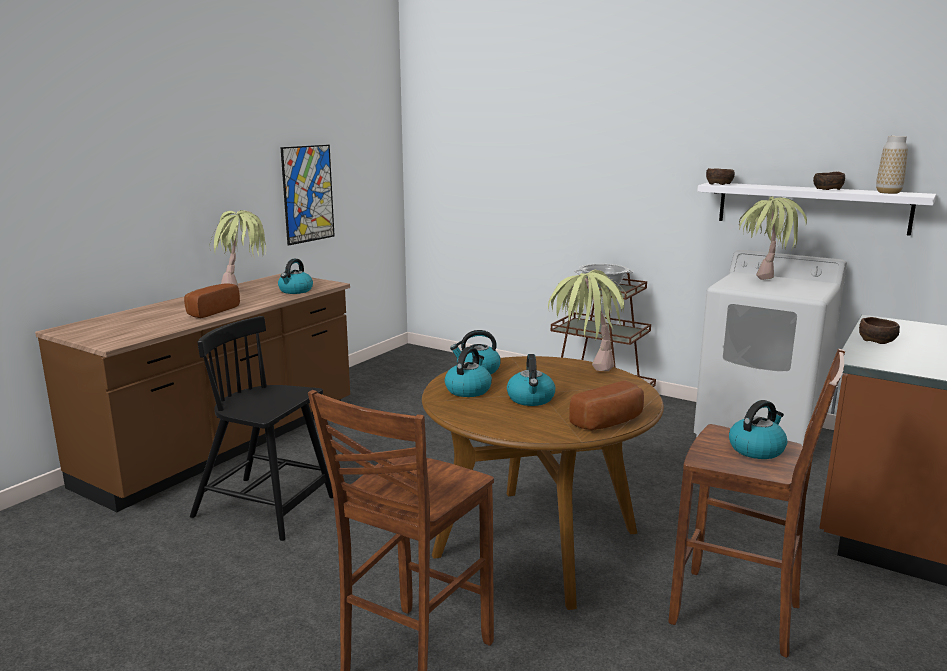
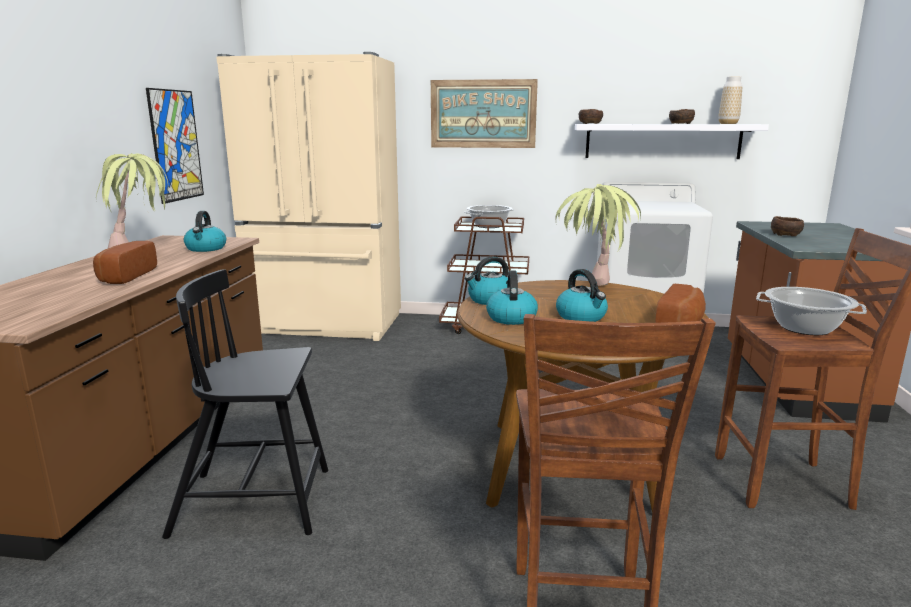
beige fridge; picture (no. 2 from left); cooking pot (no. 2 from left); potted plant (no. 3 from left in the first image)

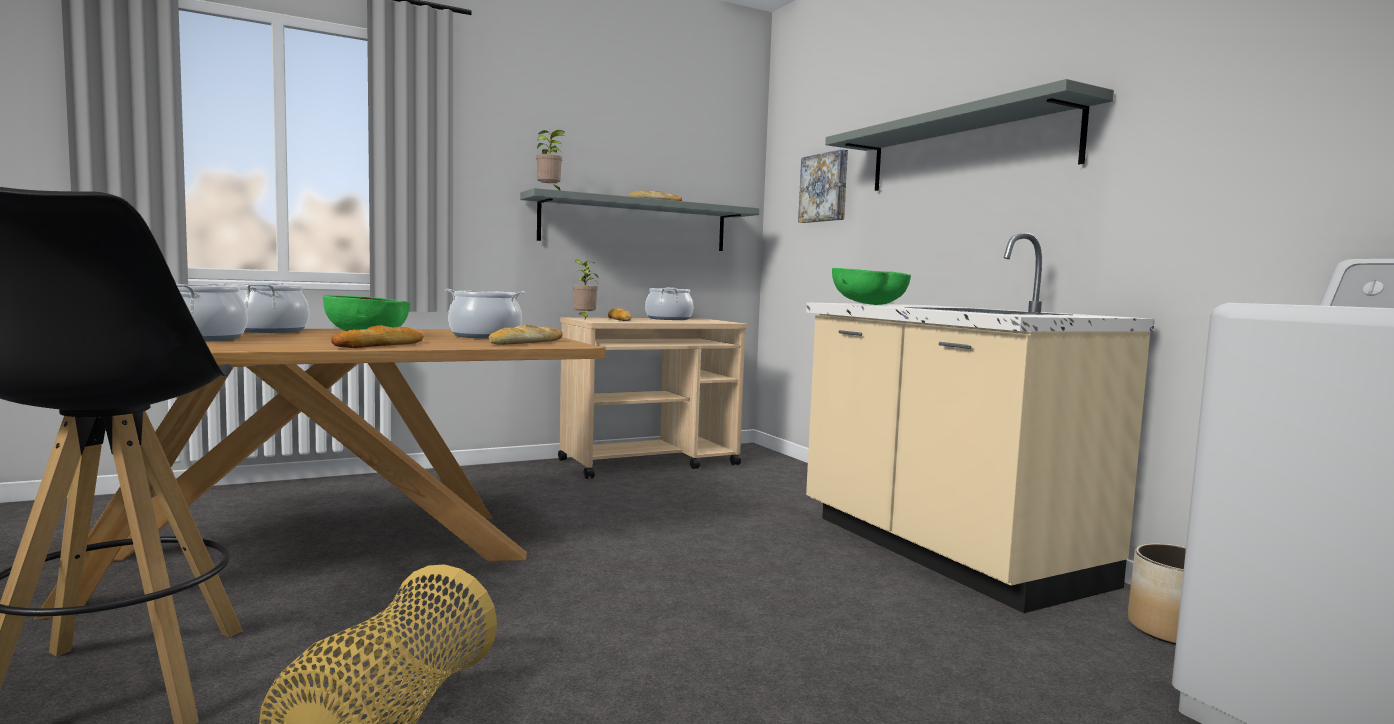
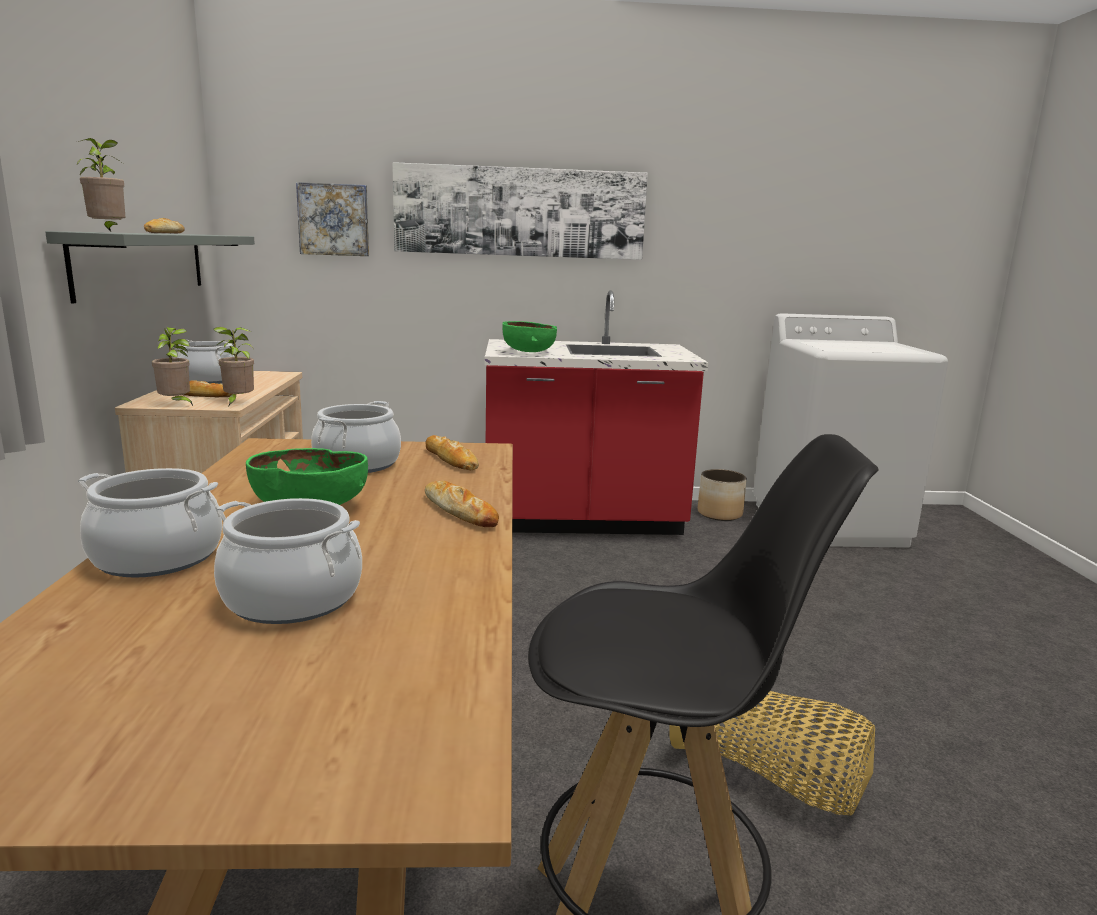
potted plant (no. 3 from left); picture (no. 2 from left); red counter

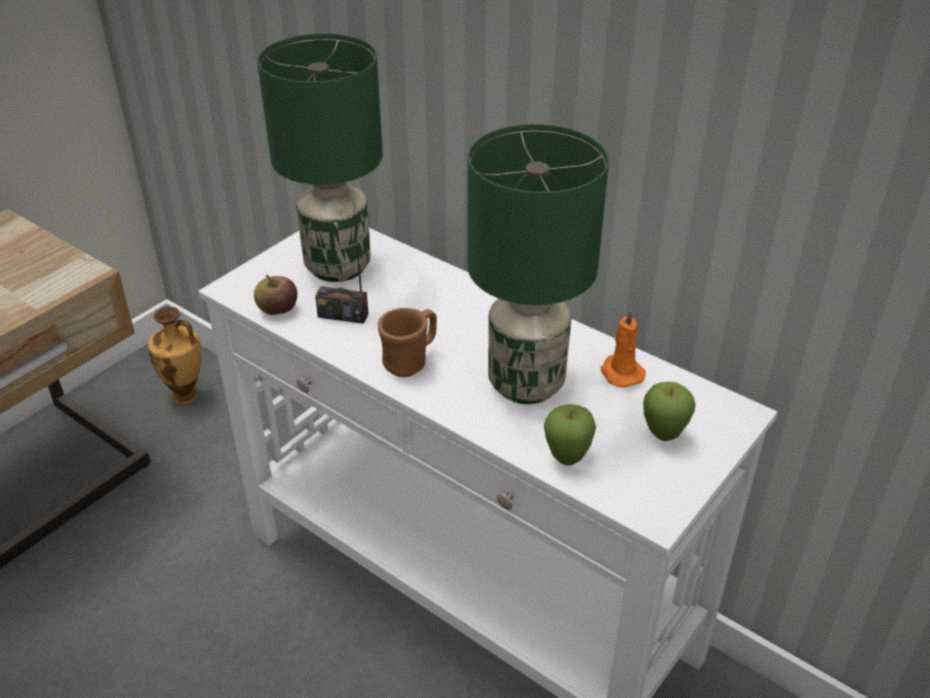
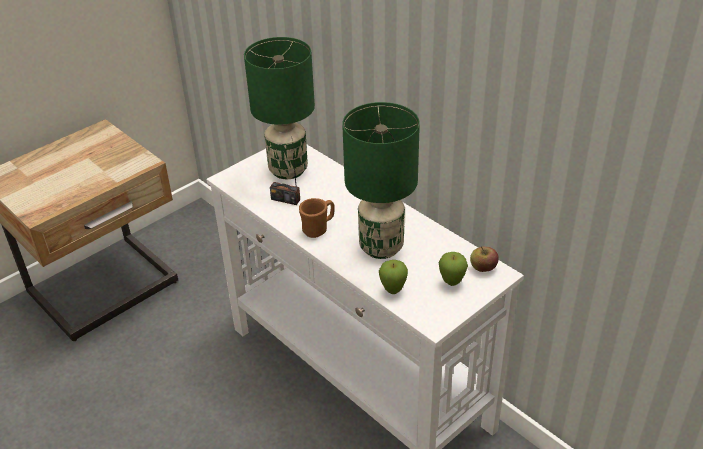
apple (no. 3 from left); vase; orange candle

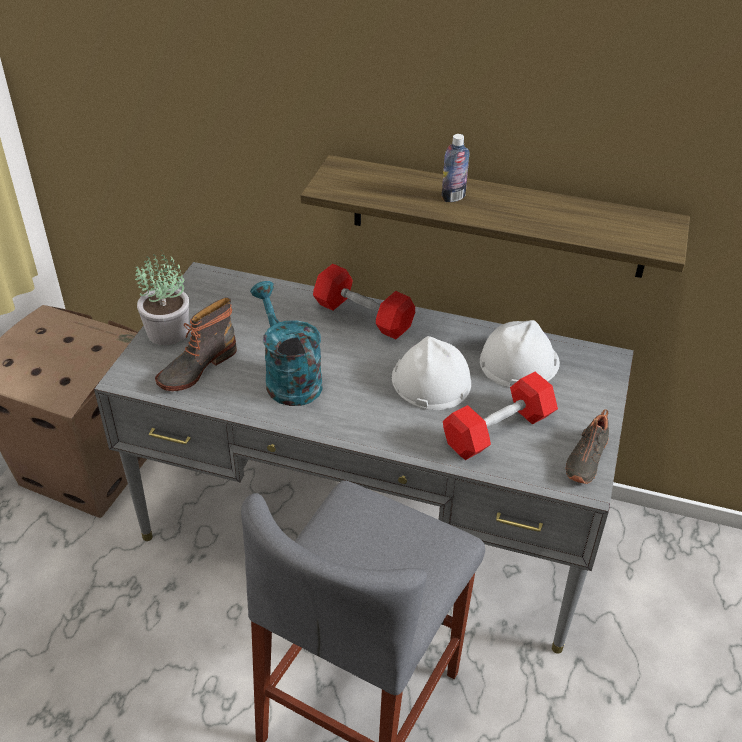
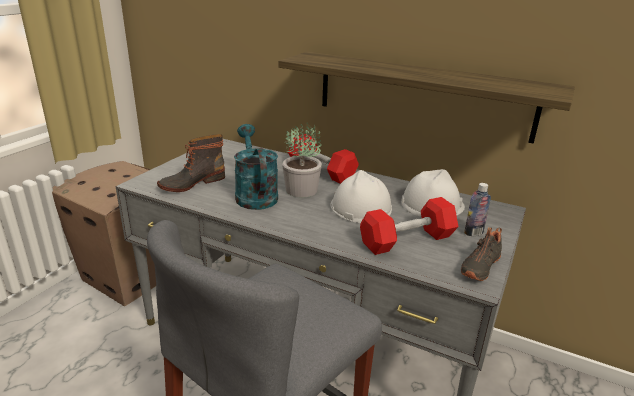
potted plant; bottle

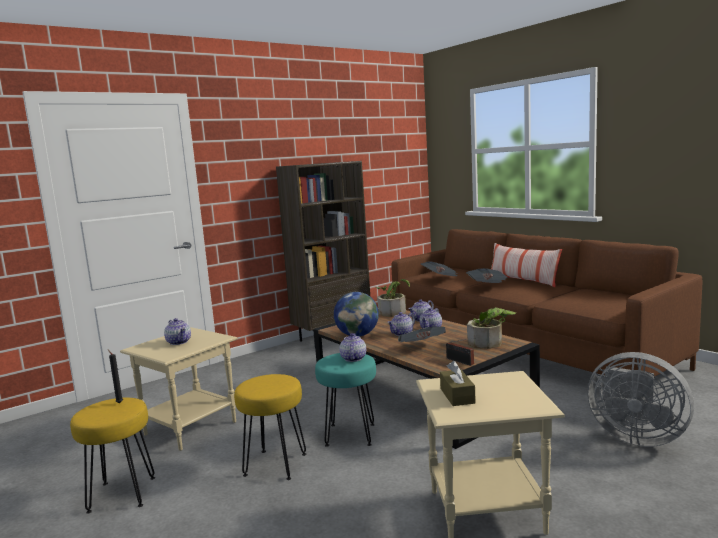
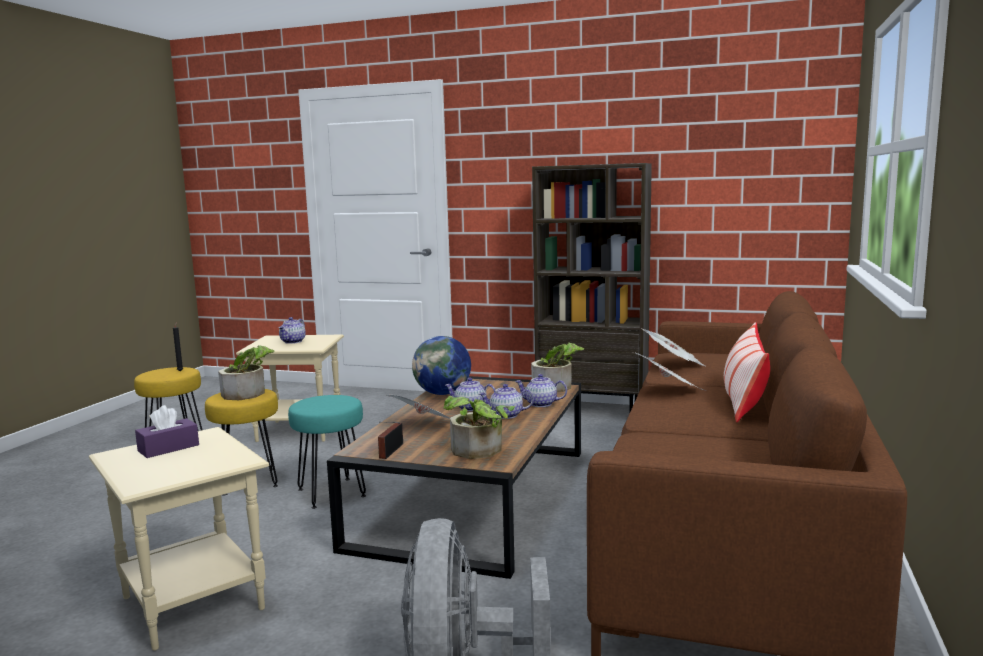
purple tissue box; potted plant (no. 1 from left); teapot (no. 2 from left in the first image)

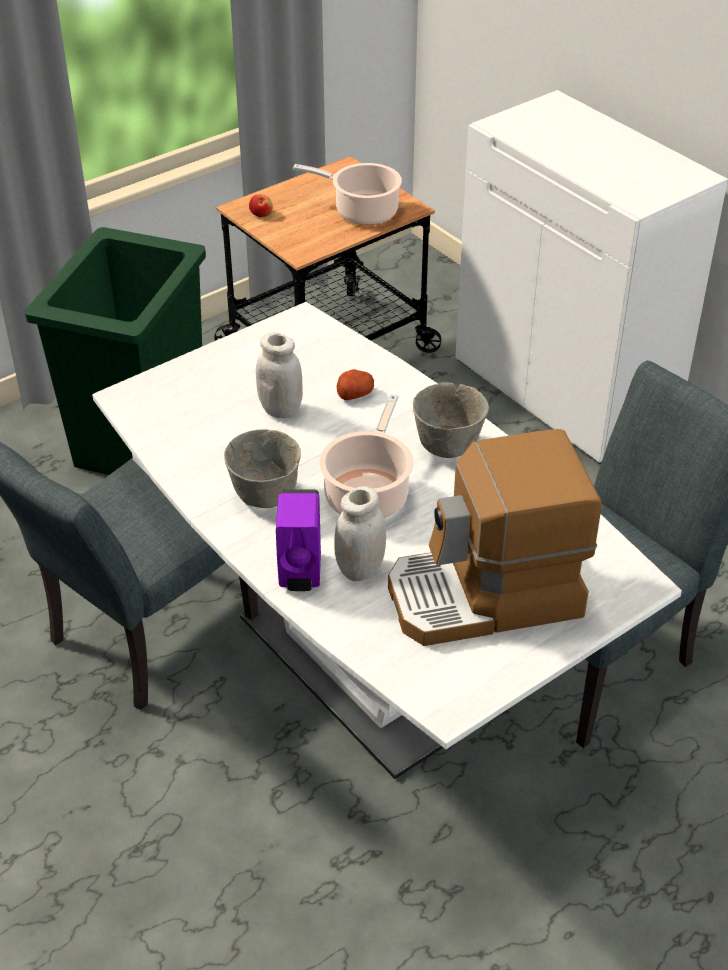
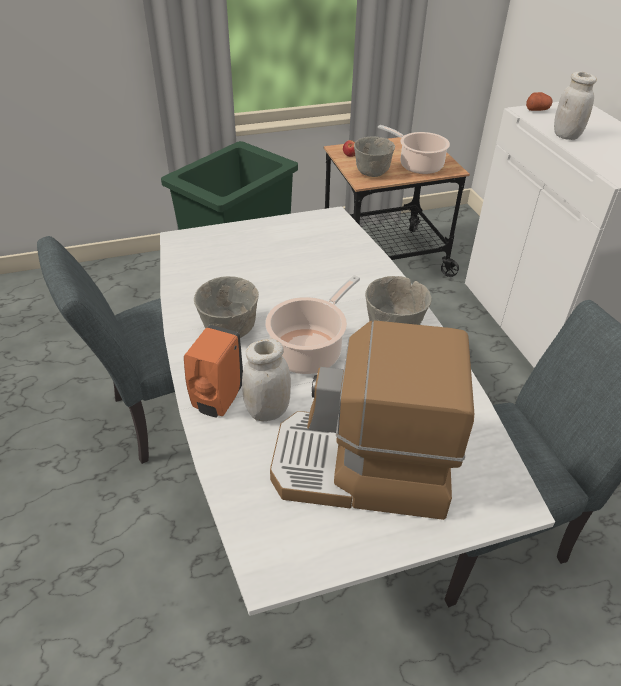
orange soap dispenser; grey bowl (no. 2 from left); potato; white jar (no. 2 from left)

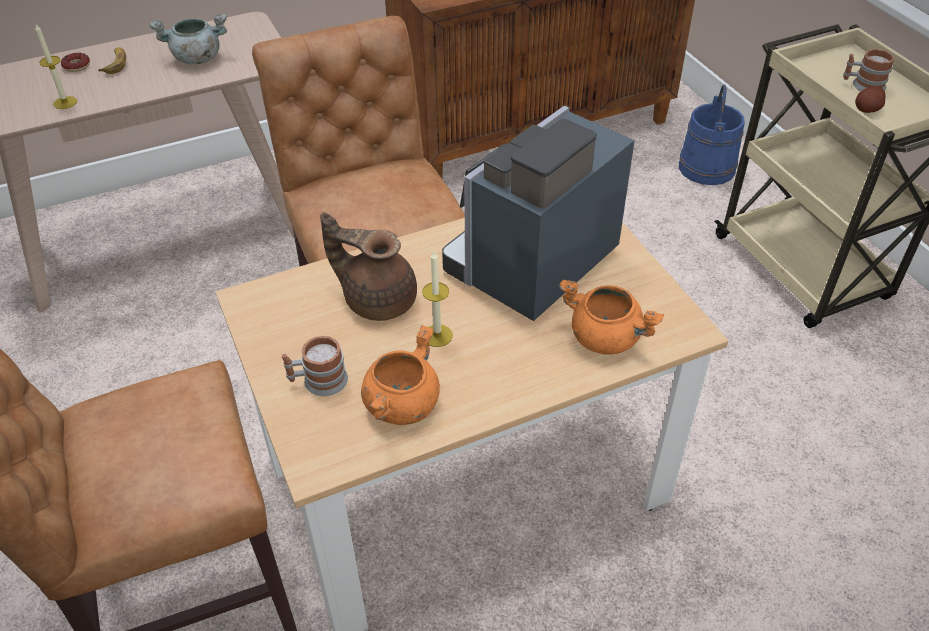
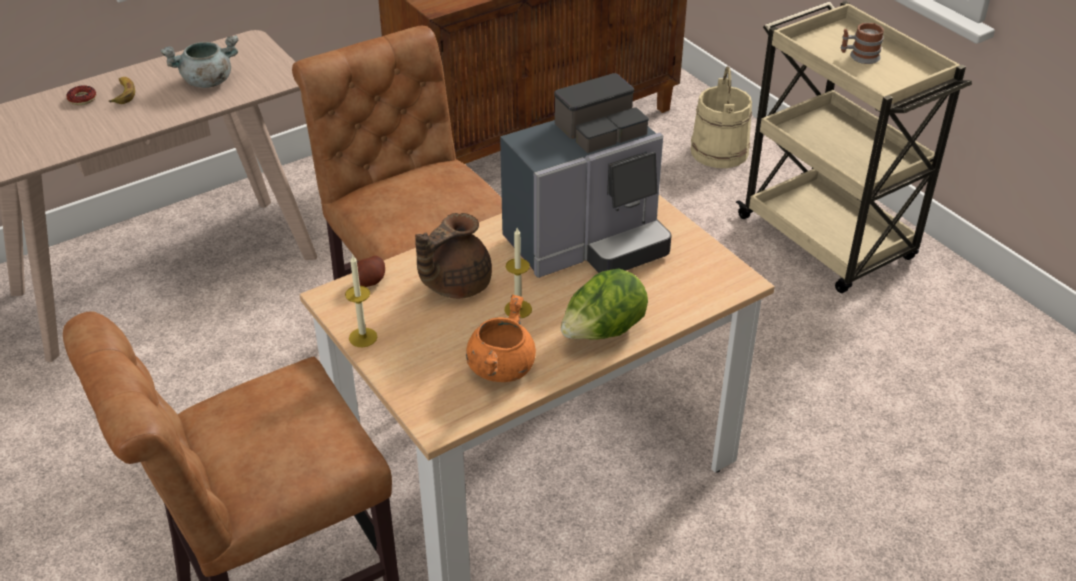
candle (no. 1 from left); potato; brown teapot; coffee machine; lettuce; beige bucket; mug (no. 1 from left in the first image); orange cooking pot (no. 2 from left in the first image)

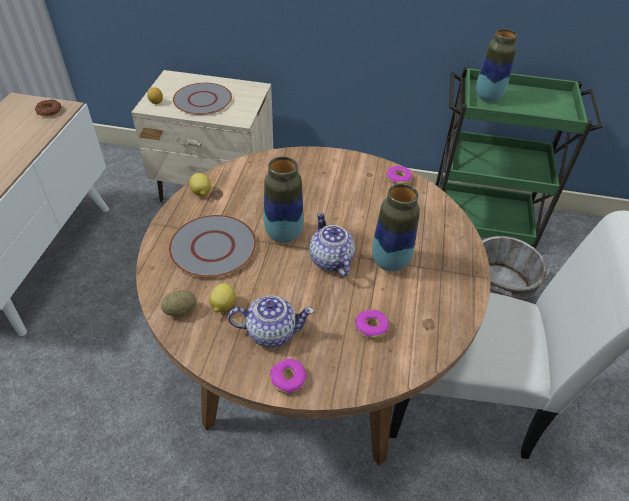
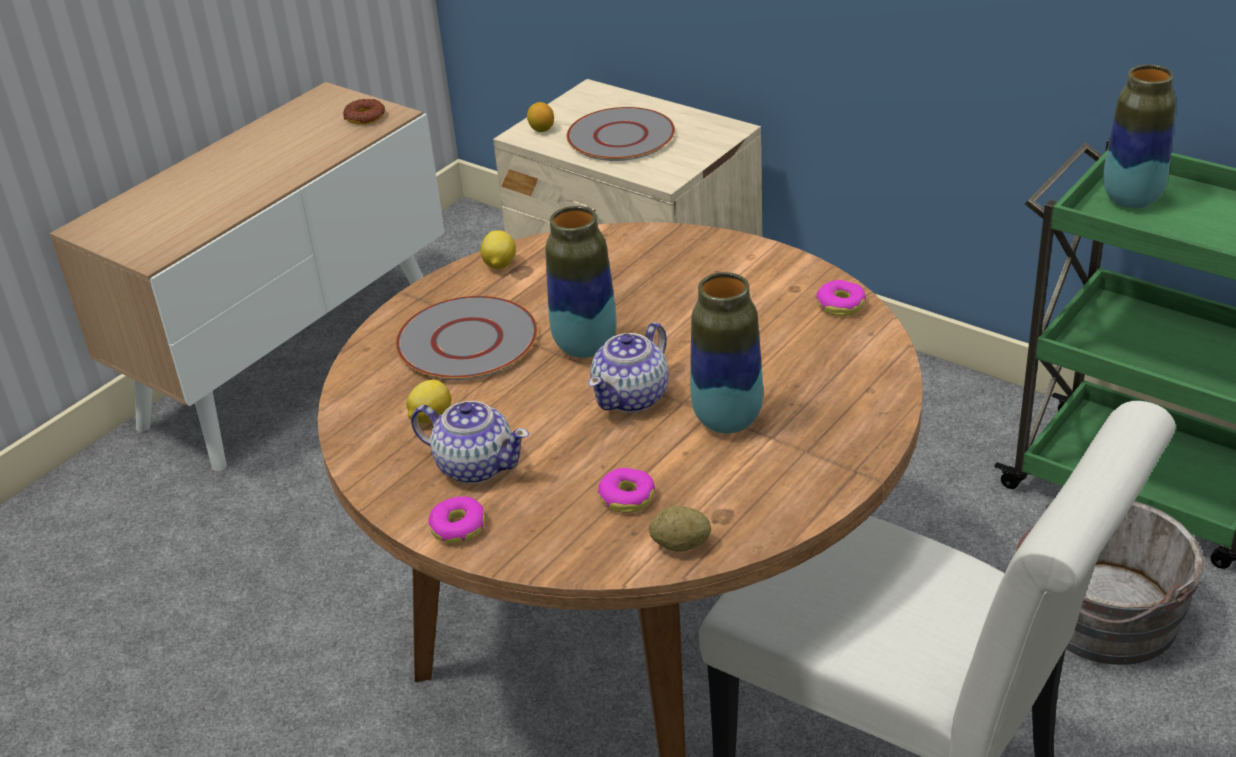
teapot (no. 2 from left); potato

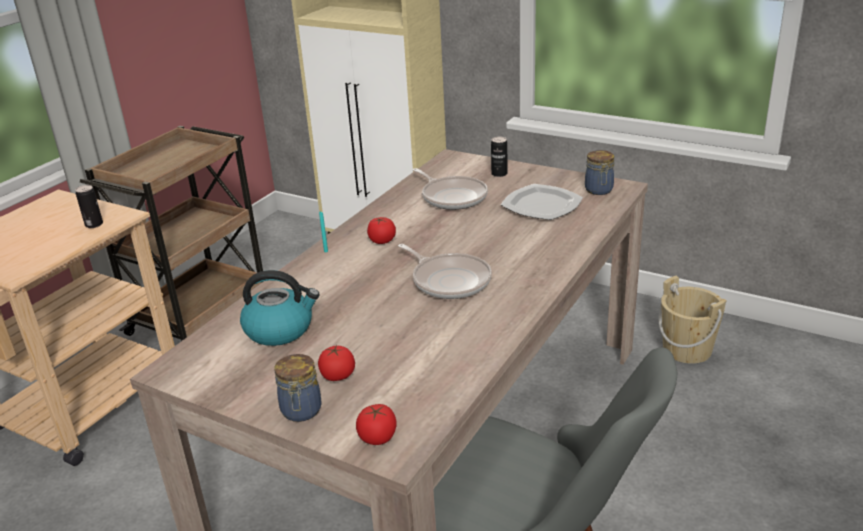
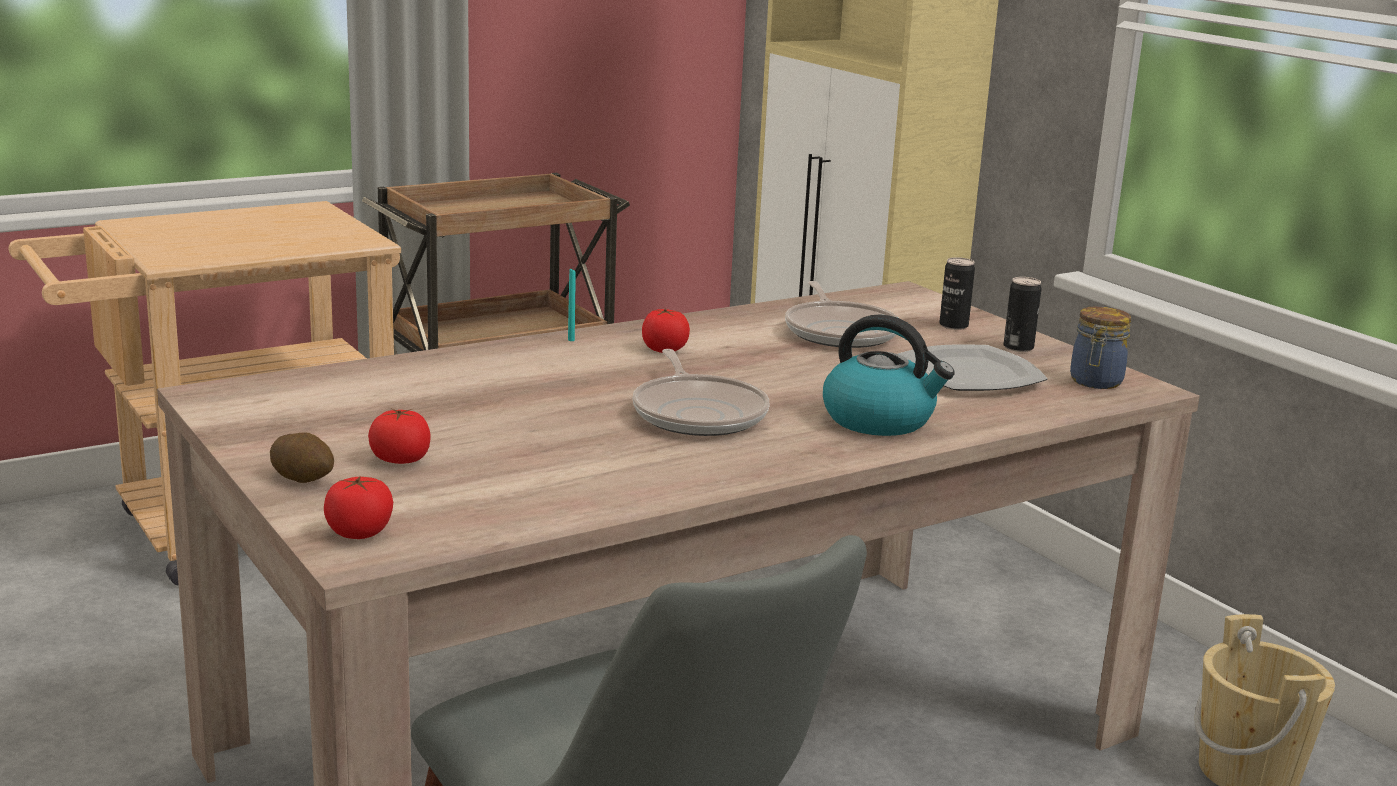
potato; kettle; can (no. 2 from left)

